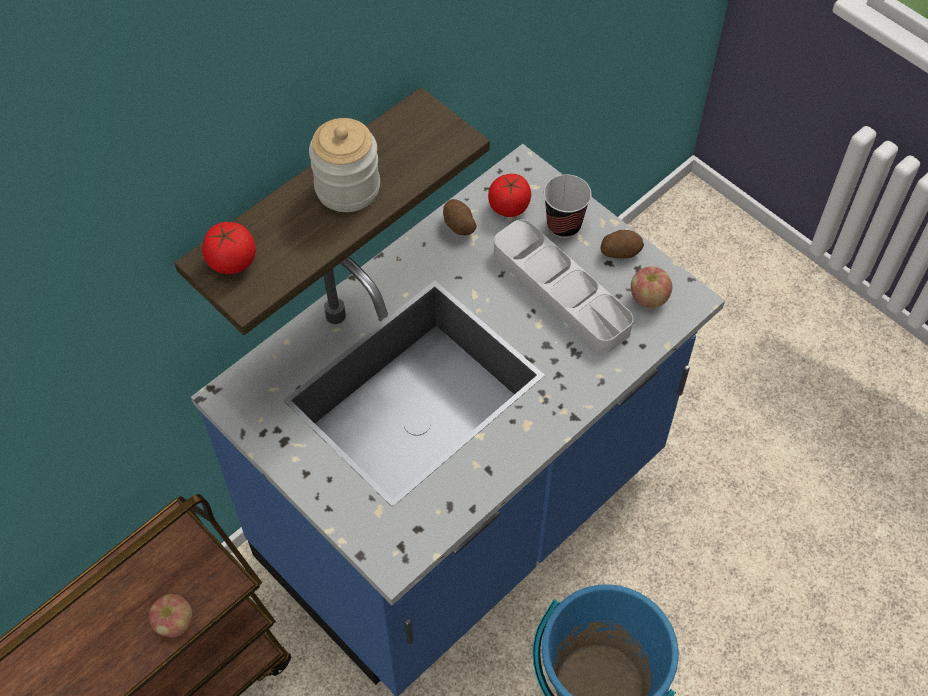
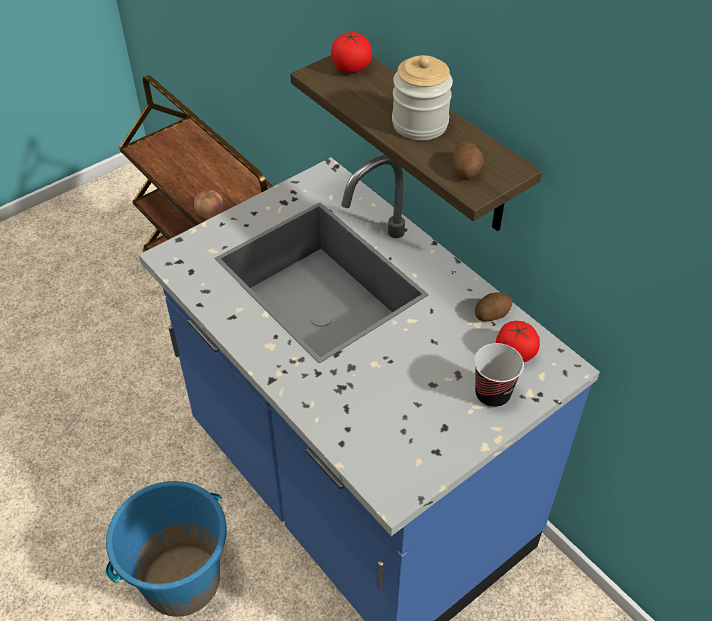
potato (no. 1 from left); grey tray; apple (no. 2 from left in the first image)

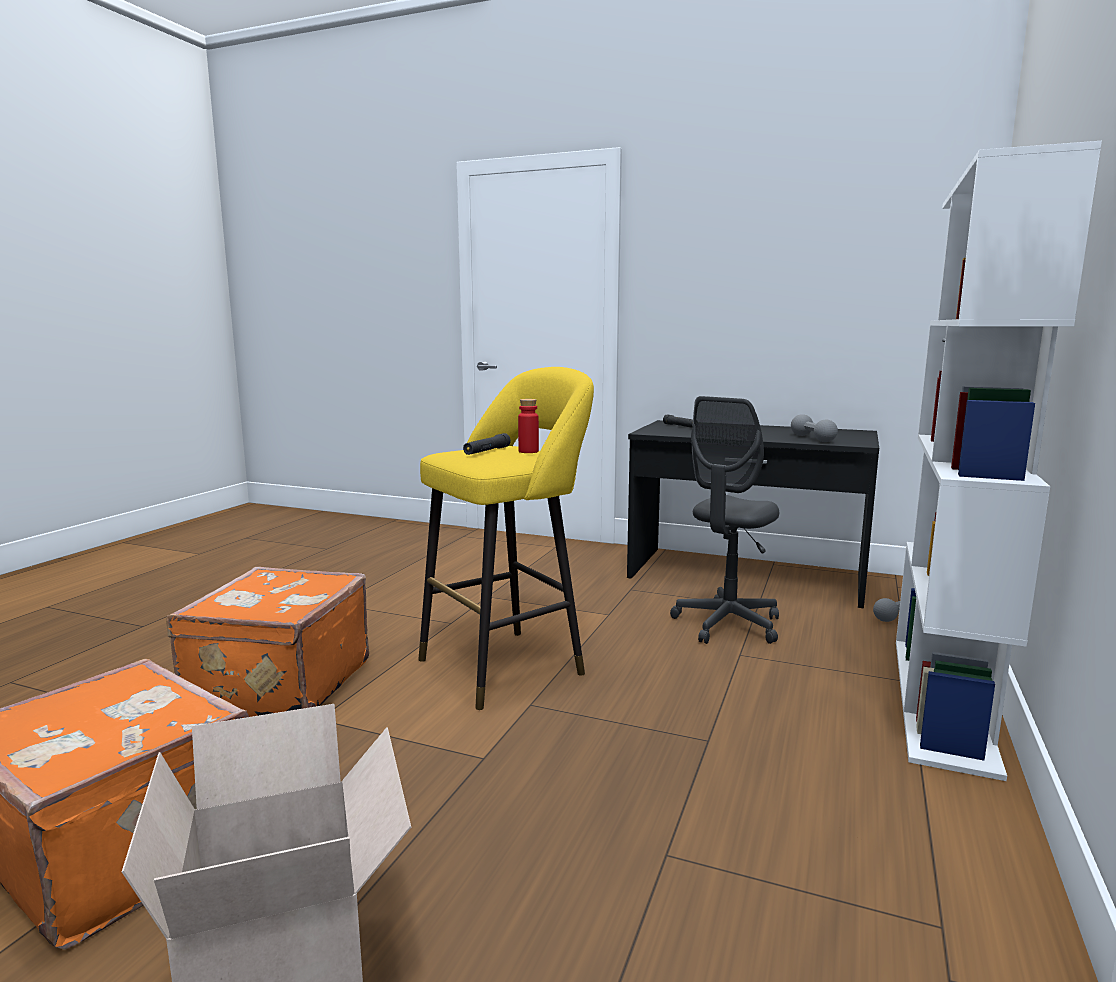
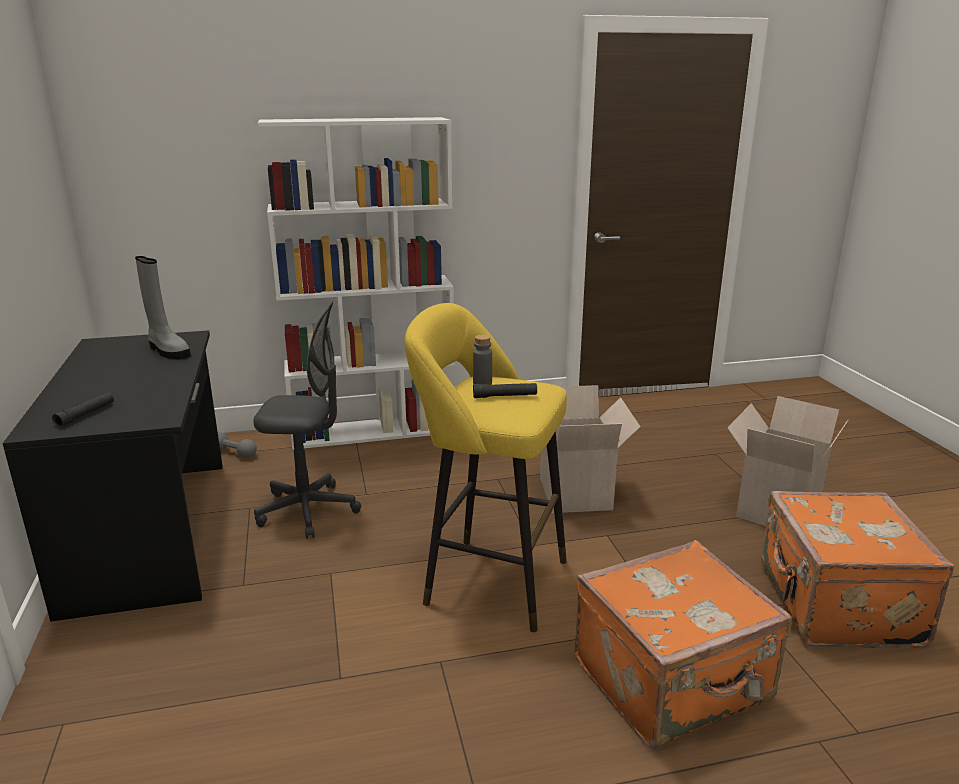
grey boot; grey bottle; cardboard box (no. 1 from left)

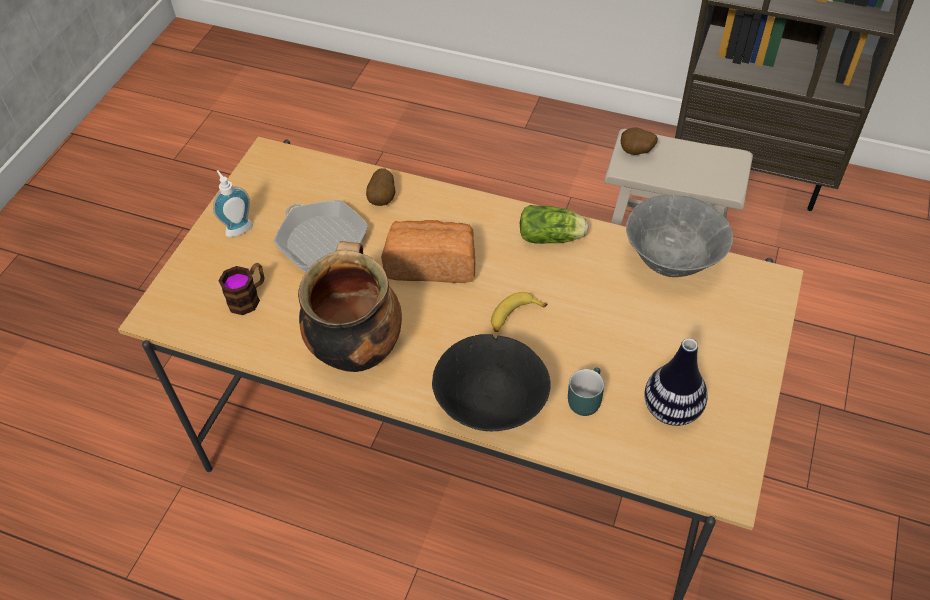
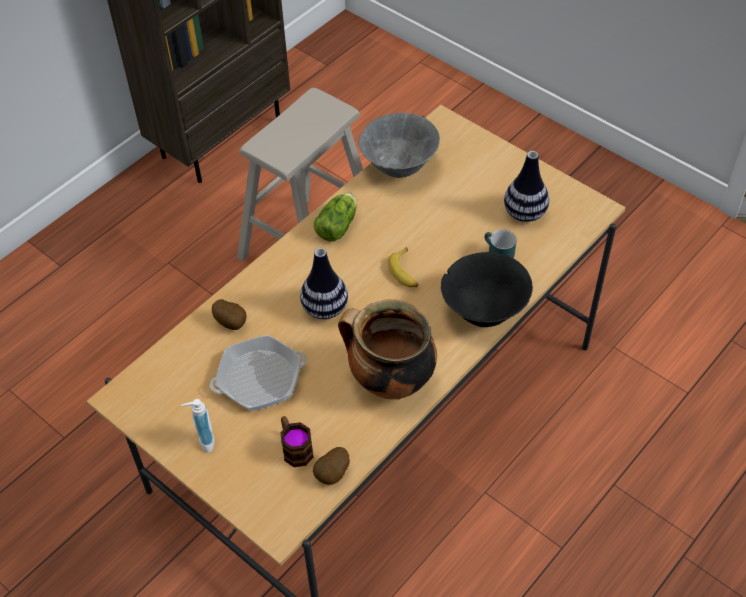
vase (no. 1 from left); potato (no. 2 from left)

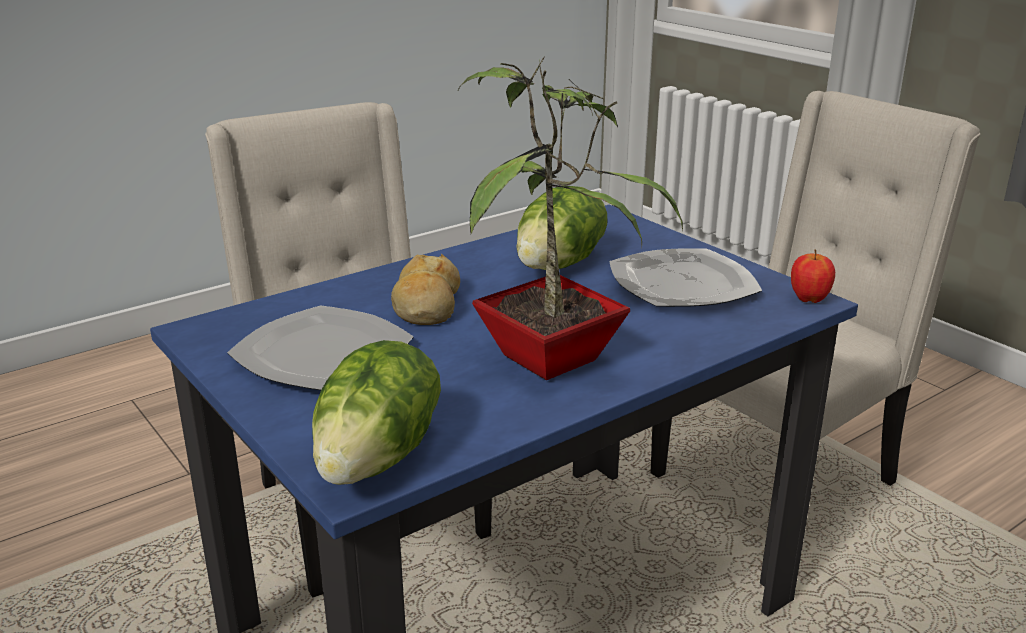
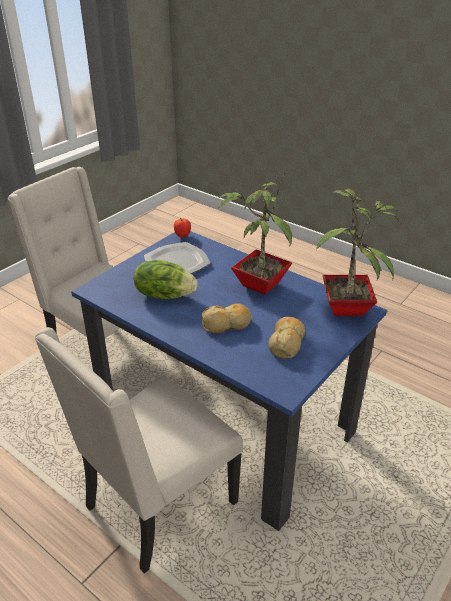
bread (no. 2 from left); potted plant (no. 2 from left)

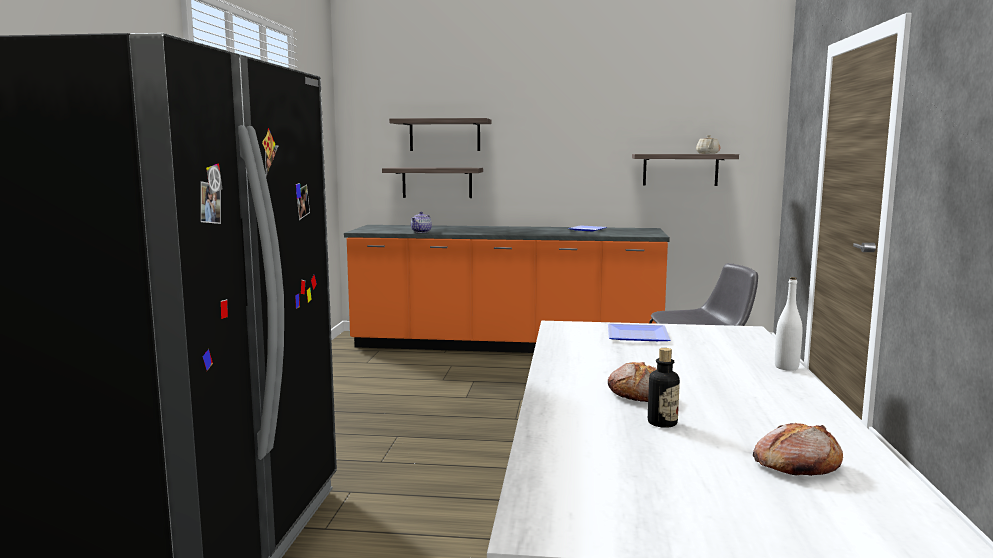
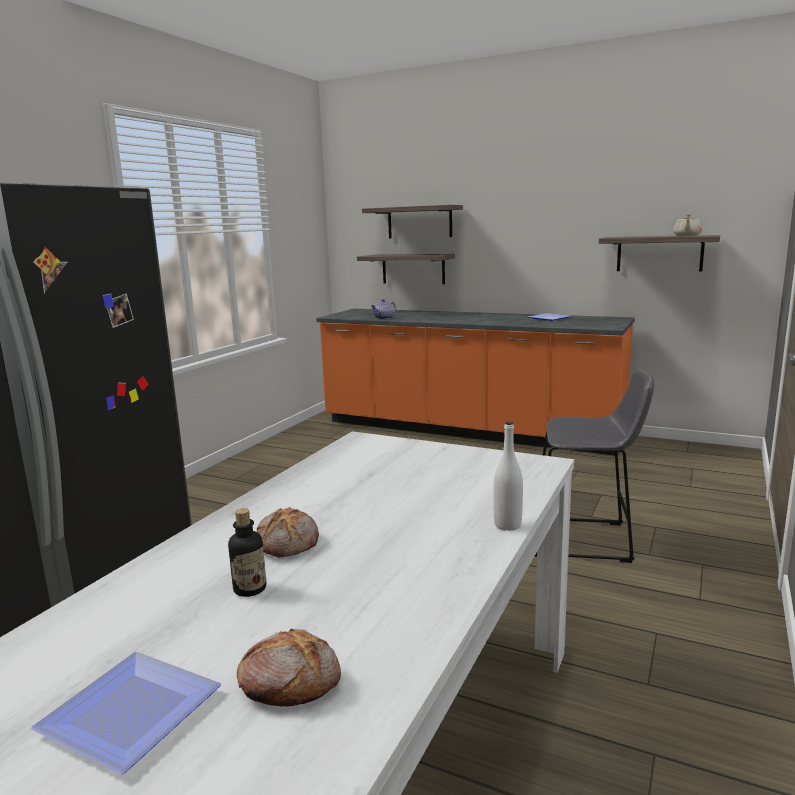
plate (no. 1 from left)

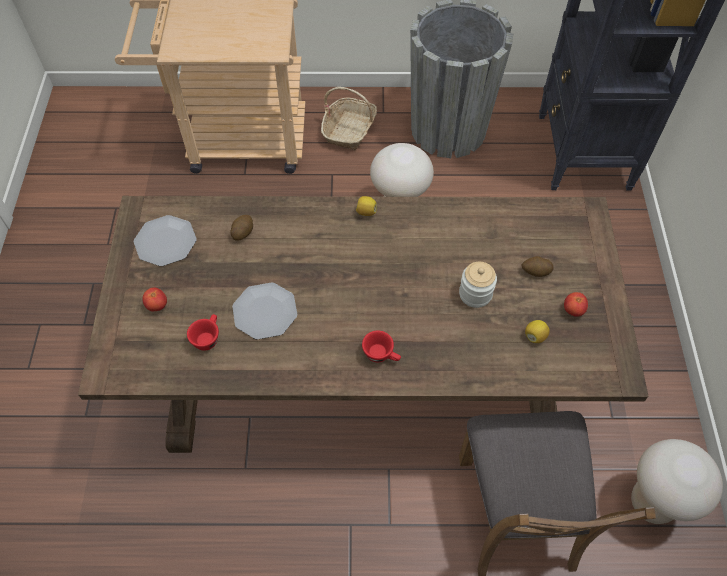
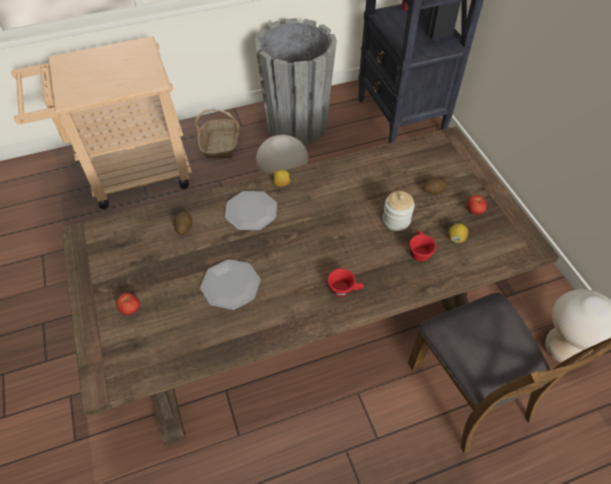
plate (no. 2 from left); red cup (no. 2 from left)

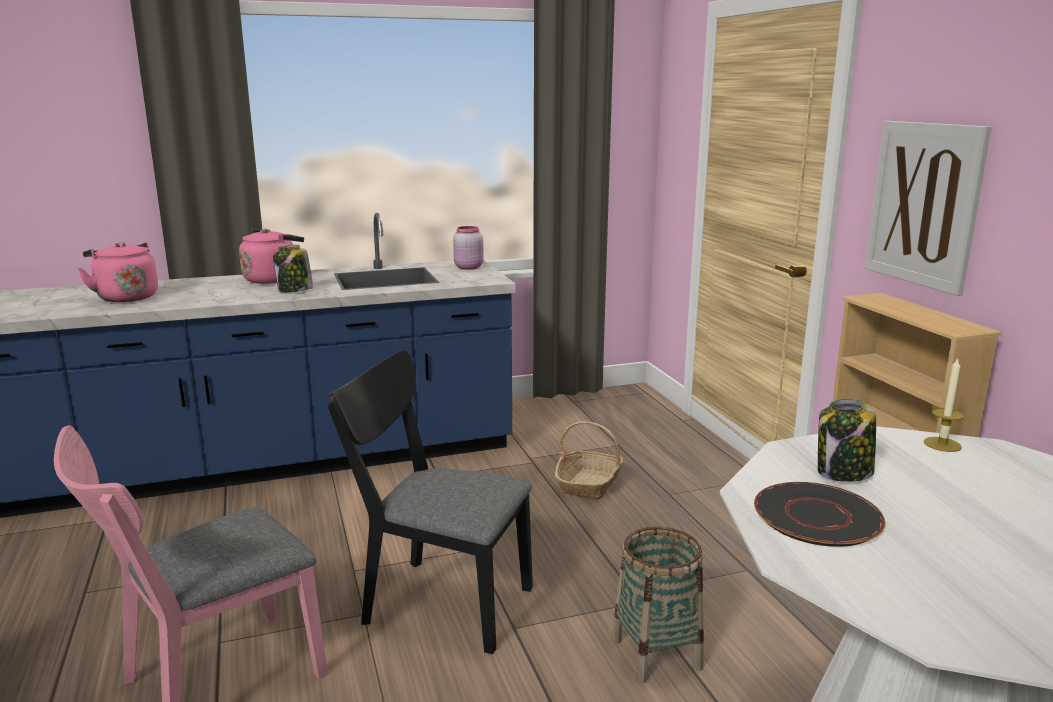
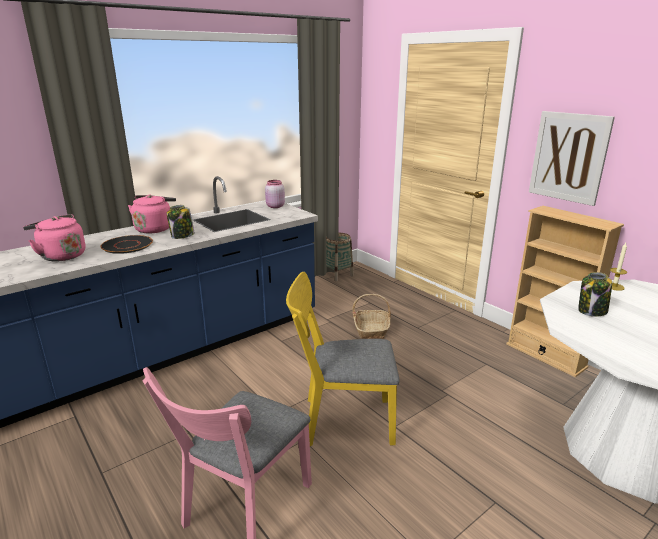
black plate; yellow chair; basket (no. 1 from left)

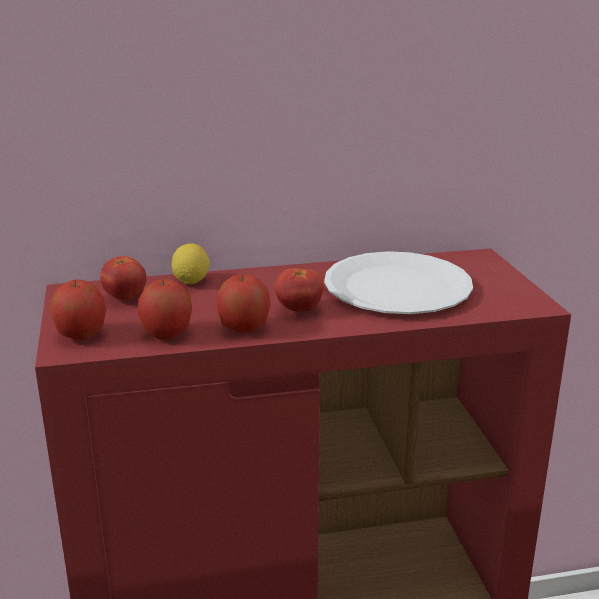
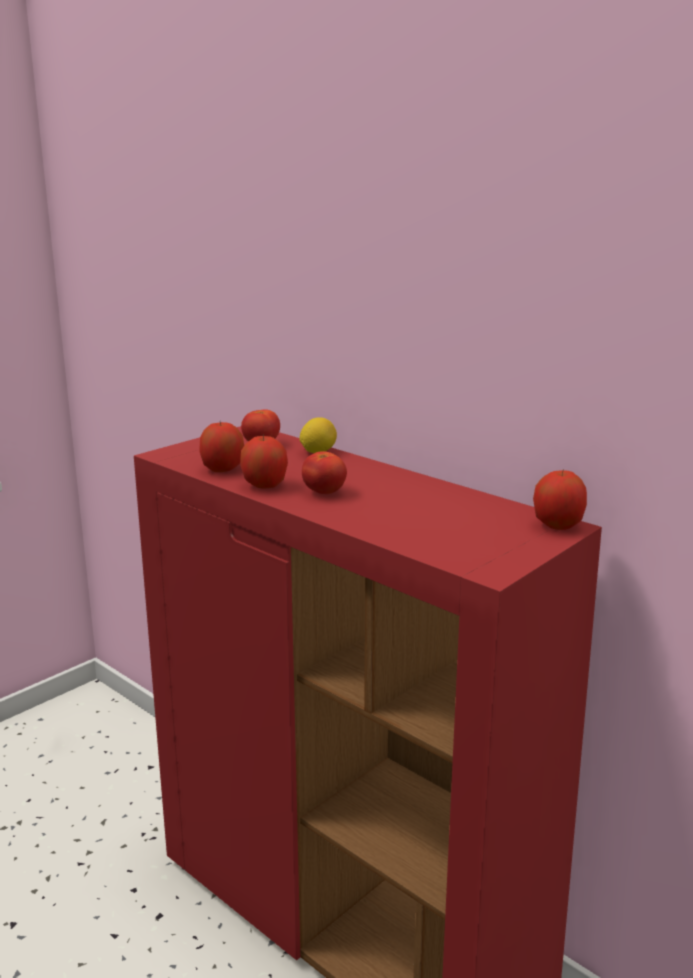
apple (no. 3 from left); white plate

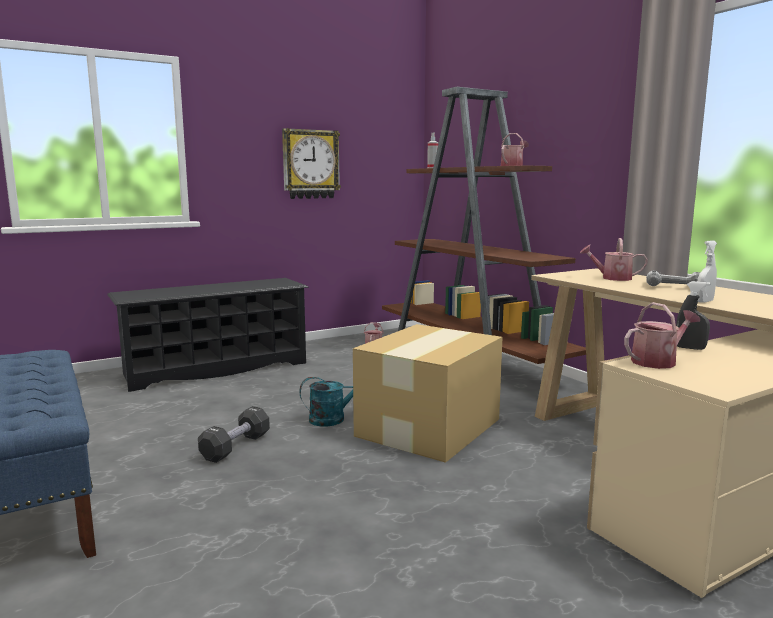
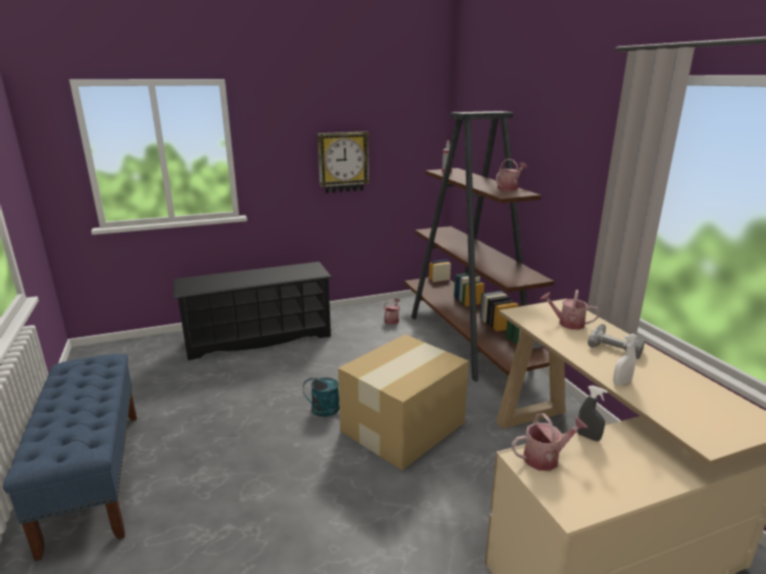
black dumbbell

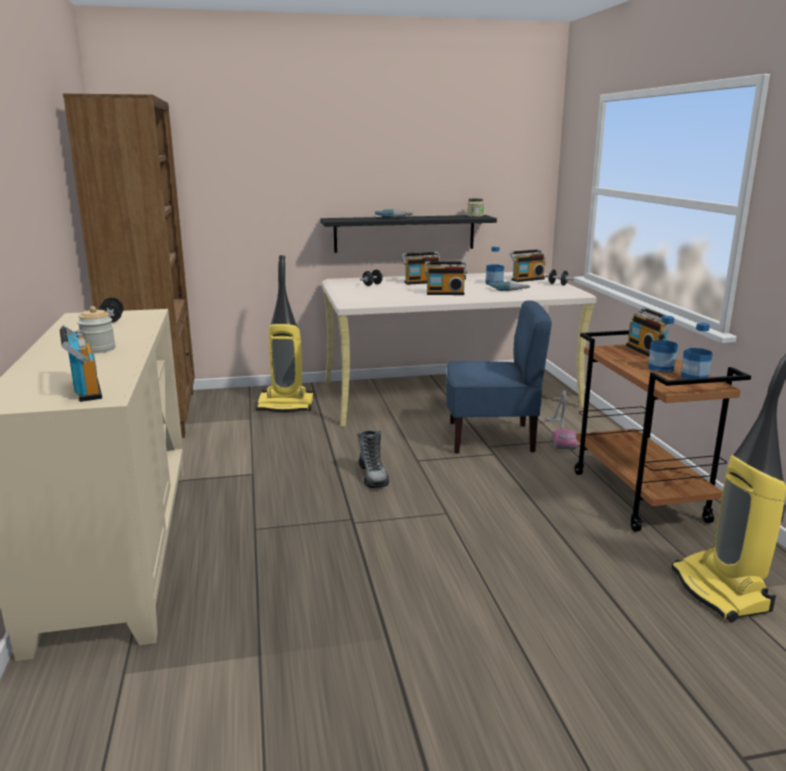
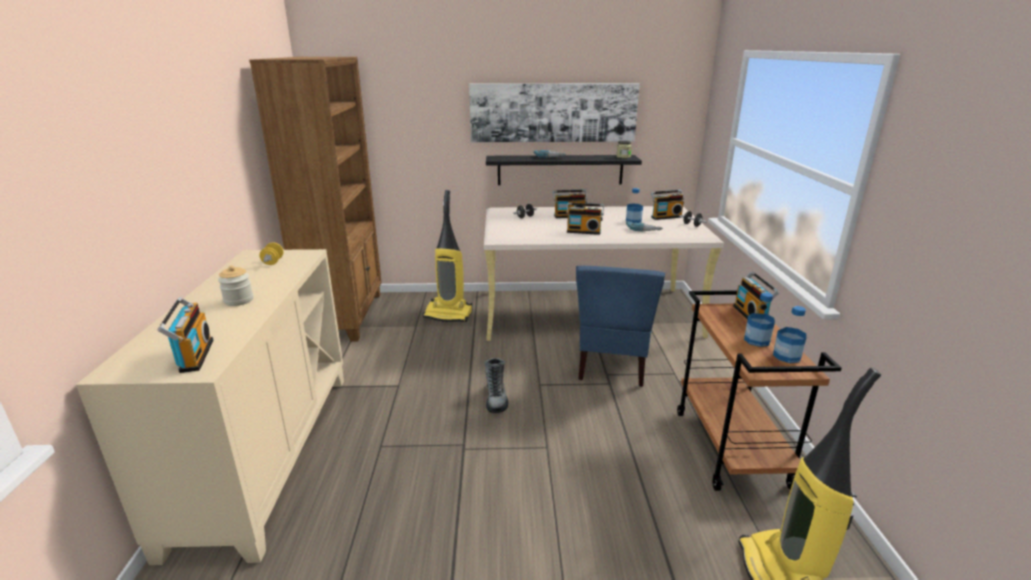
yellow dumbbell; picture; blue chair; vacuum cleaner (no. 2 from left in the first image)

